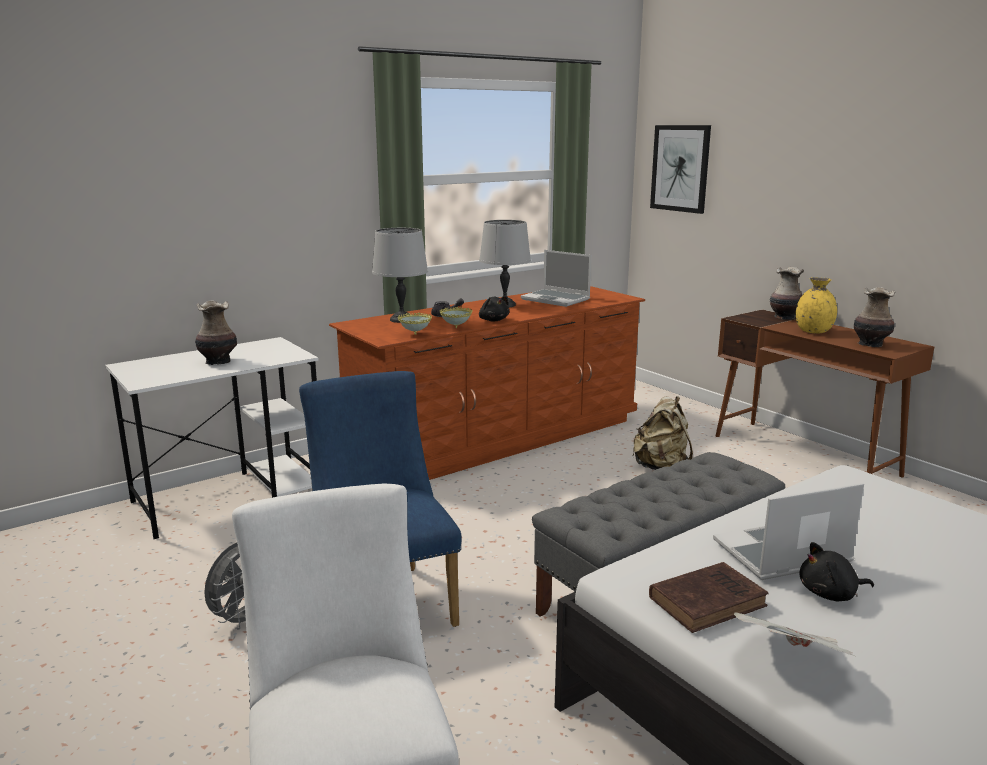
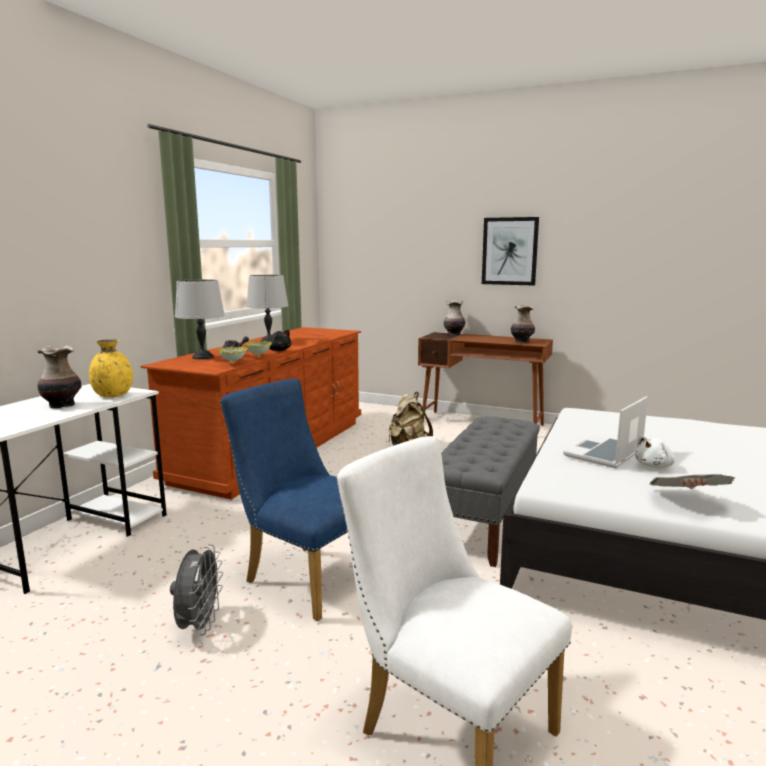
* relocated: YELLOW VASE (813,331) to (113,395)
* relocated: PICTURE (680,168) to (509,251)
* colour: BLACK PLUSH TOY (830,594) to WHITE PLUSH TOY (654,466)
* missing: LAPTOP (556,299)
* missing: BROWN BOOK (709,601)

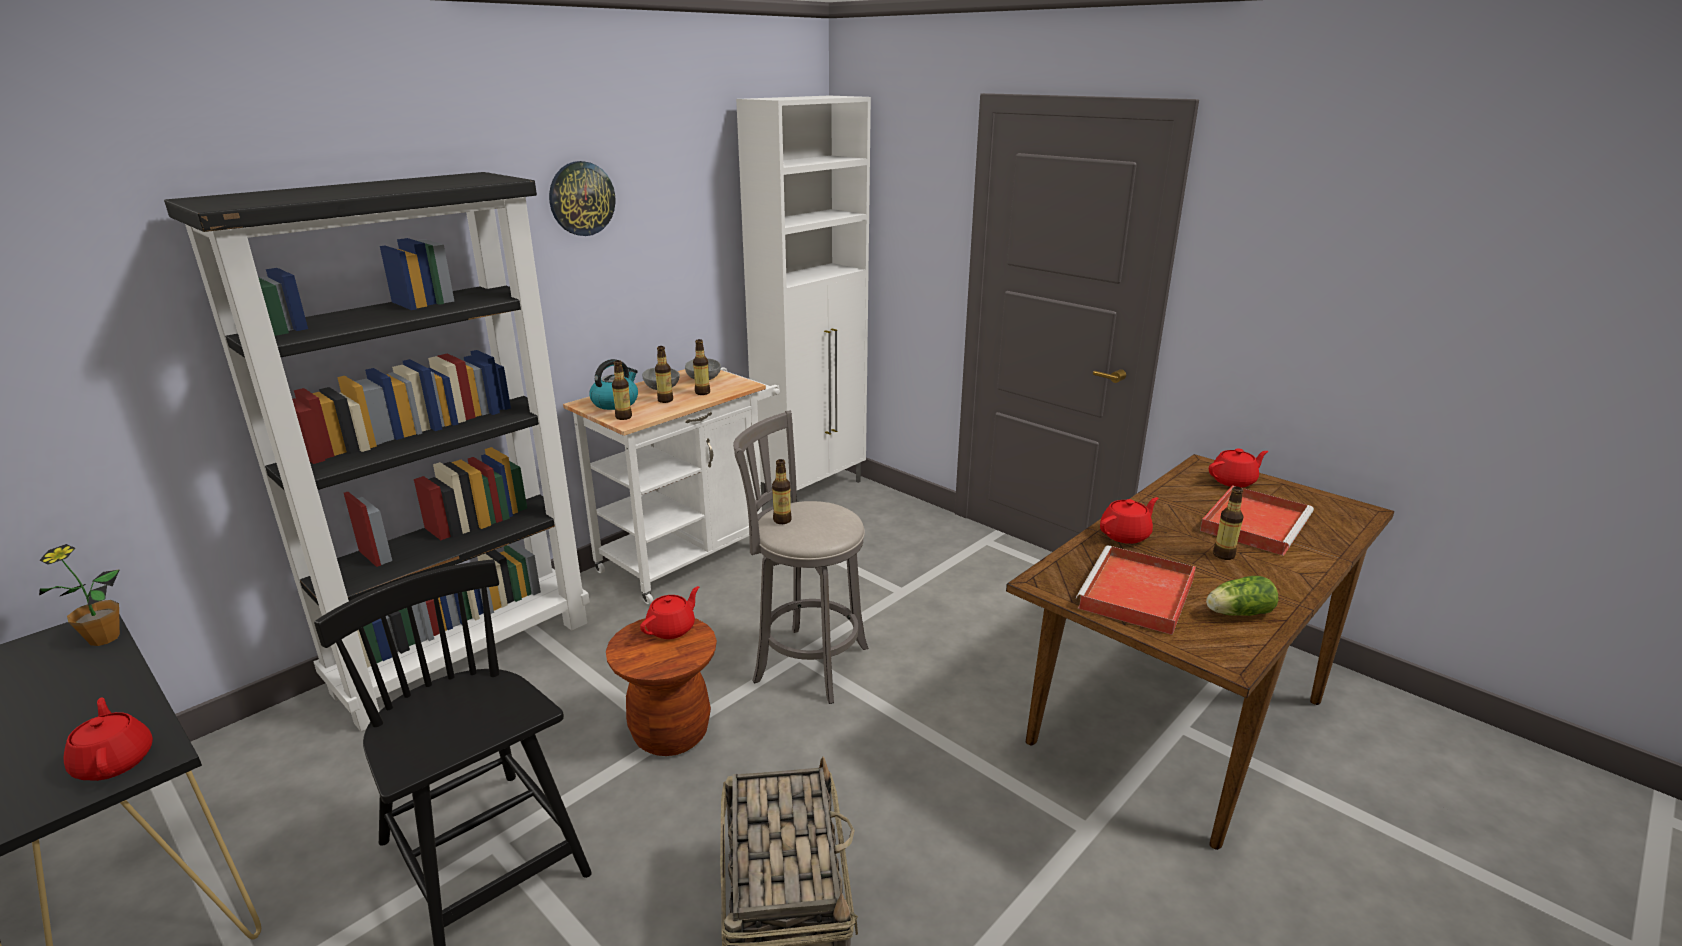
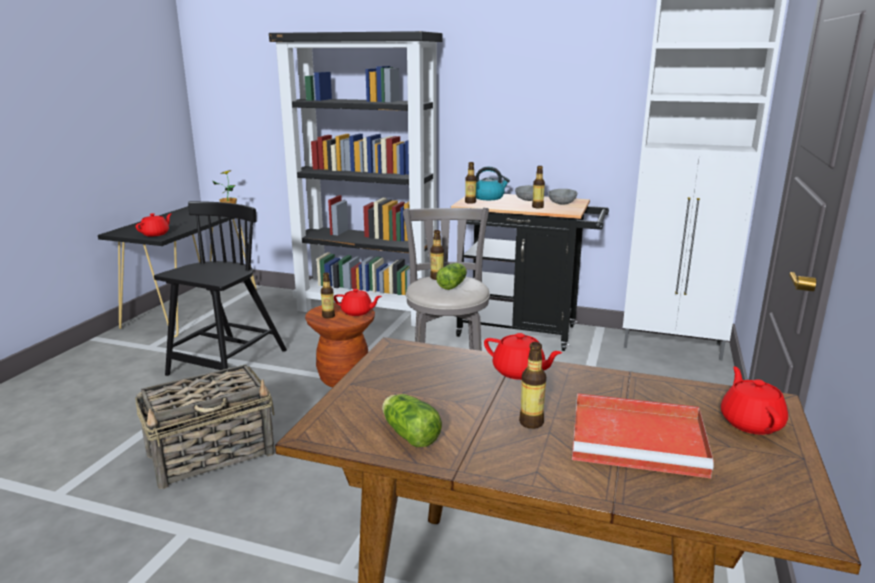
* relocated: BOTTLE (665,400) to (328,316)
* appeared: LETTUCE (453,285)
* colour: WHITE CART (690,555) to BLACK CART (525,332)
* spun: RED TEAPOT (1234,481) = (750,422) 135 degrees counterclockwise
* missing: WALL CLOCK (581,198)
* missing: RED TRAY (1137,595)

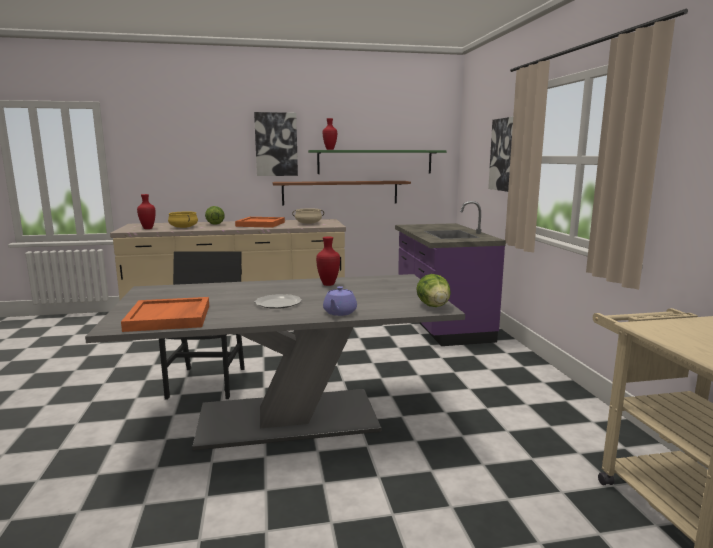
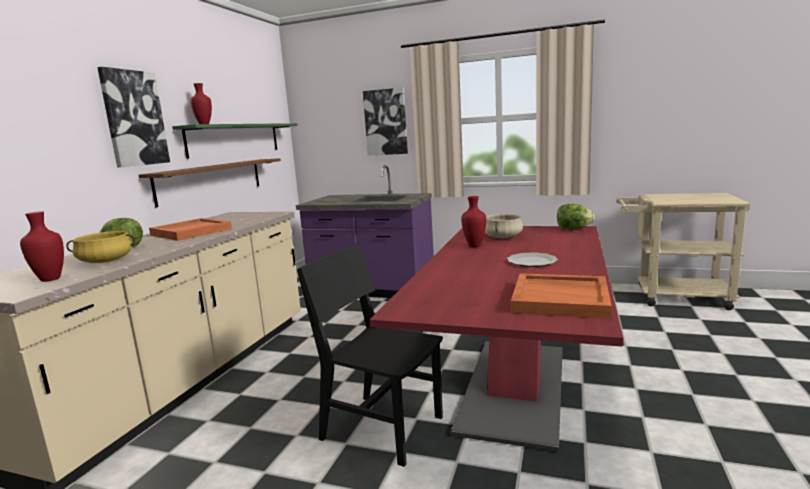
* colour: GREY DINING TABLE (287,419) to RED DINING TABLE (514,388)
* relocated: BEIGE COOKING POT (308,223) to (502,237)
* missing: PURPLE TEAPOT (339,312)

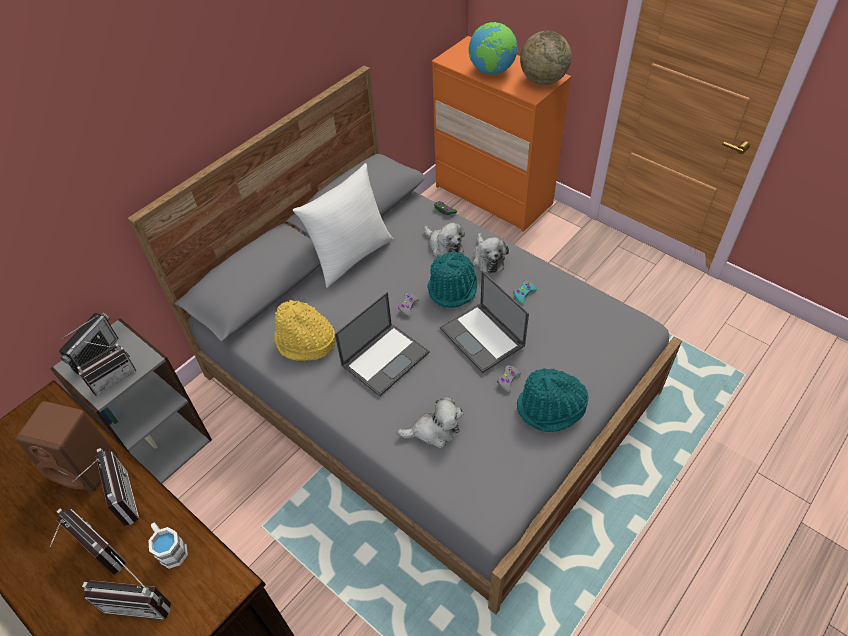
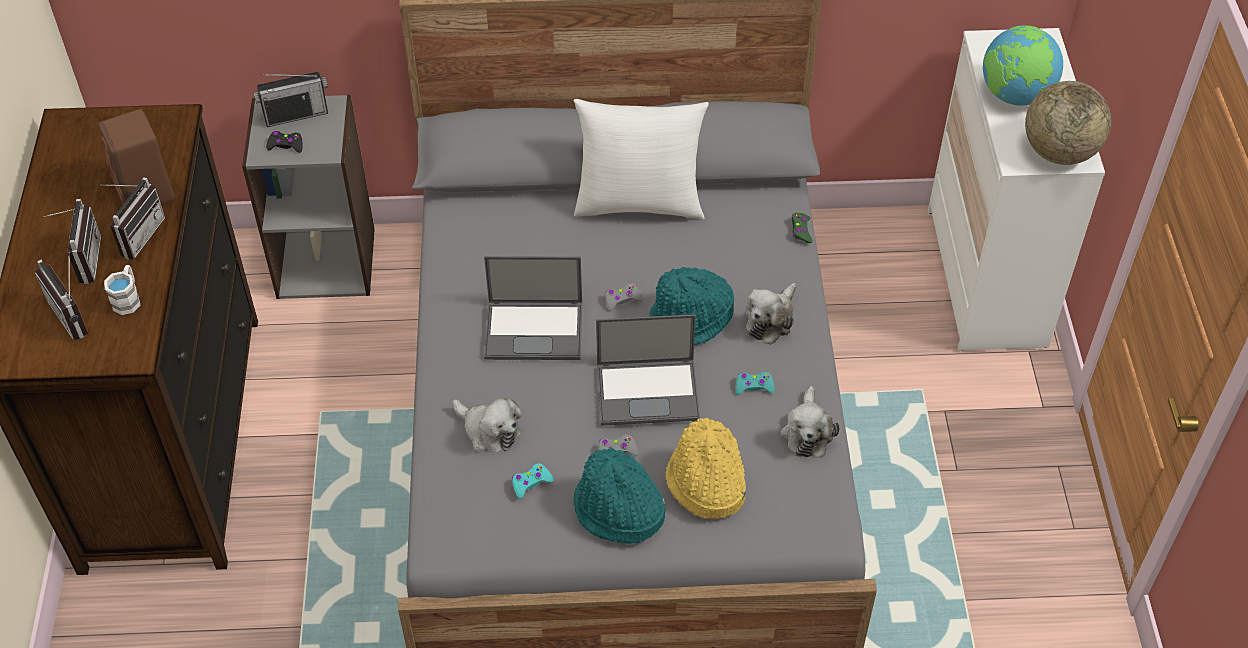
* exchanged: RADIO (112,377) to BLACK GAME CONTROLLER (286,145)
* appeared: TURQUOISE GAME CONTROLLER (531,483)
* spun: LAPTOP (483,337) = (649,391) 105 degrees counterclockwise
* relocated: YELLOW HAT (305,342) to (705,483)
* relocated: PLUSH TOY (444,246) to (807,432)
* colour: ORANGE DRESSER (493,195) to WHITE DRESSER (985,277)

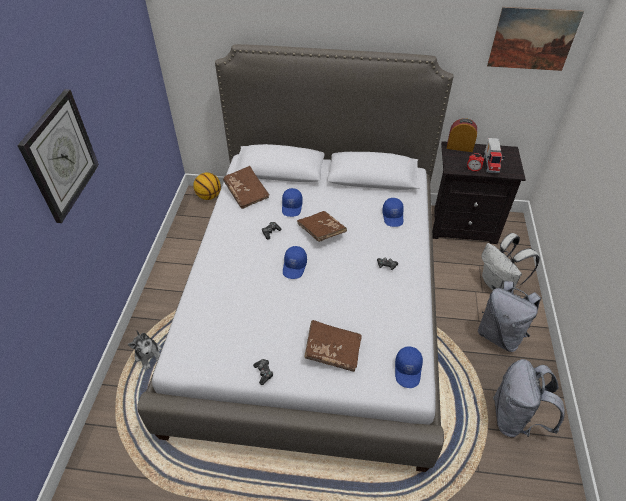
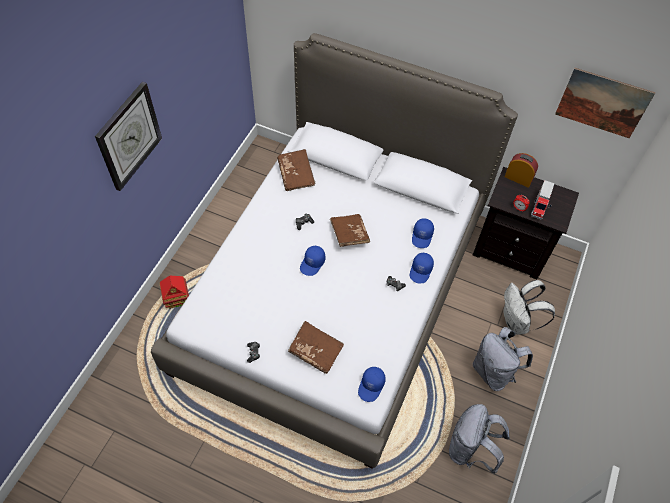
* exchanged: PLUSH TOY (149,355) to TOY HOUSE (177,299)
* relocated: BLUE CAP (292,207) to (421,271)
* missing: BASKETBALL (209,196)

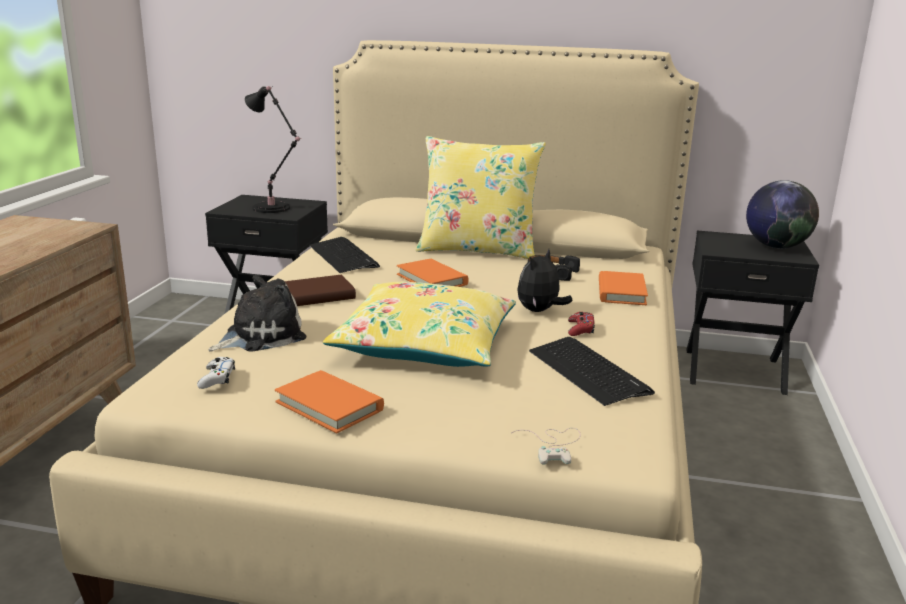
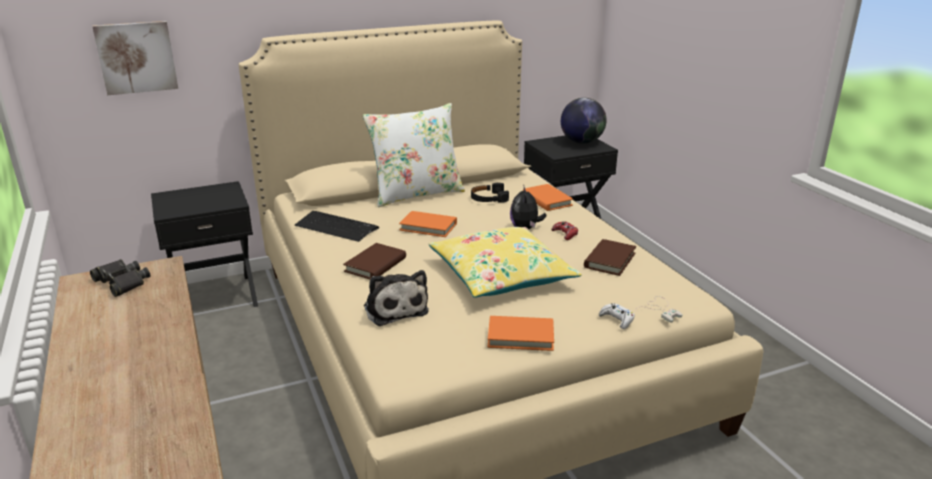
* appeared: BLACK BINOCULARS (121,282)
* appeared: PICTURE (136,57)
* colour: YELLOW PILLOW (477,250) to WHITE PILLOW (416,194)
* spun: PLUSH TOY (260,336) = (395,308) 135 degrees clockwise
* exchanged: KEYBOARD (588,372) to BROWN BOOK (609,260)
* relocated: WHITE GAME CONTROLLER (217,378) to (617,319)
* missing: BLACK TABLE LAMP (273,208)

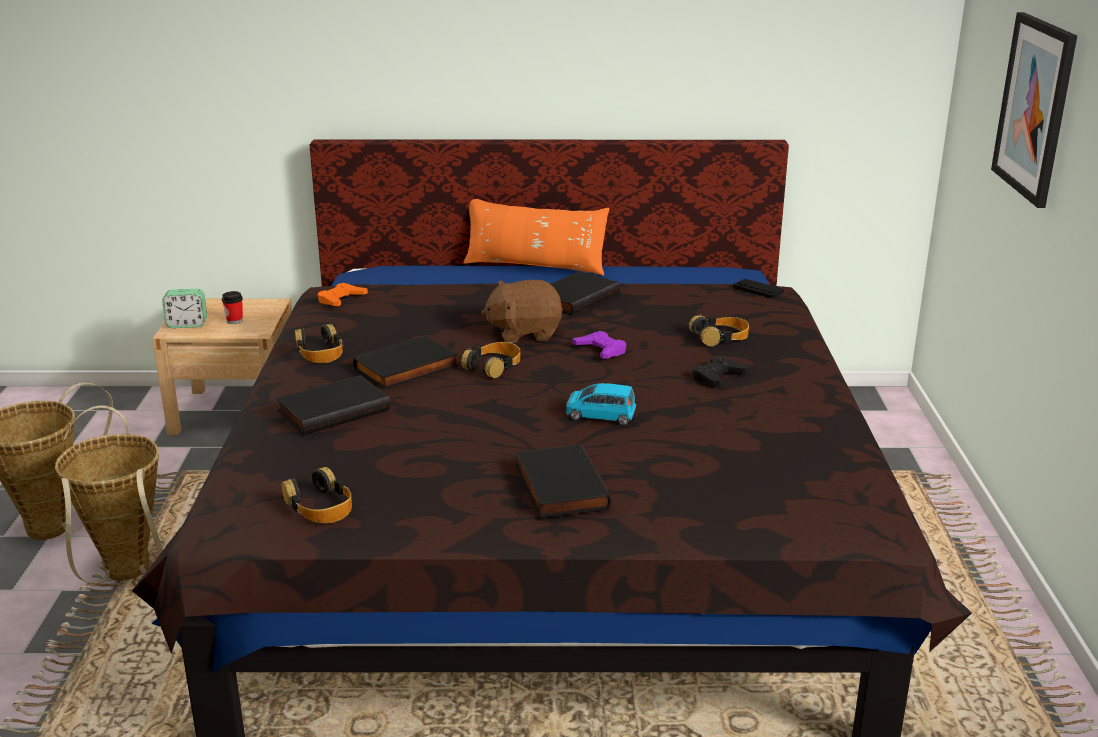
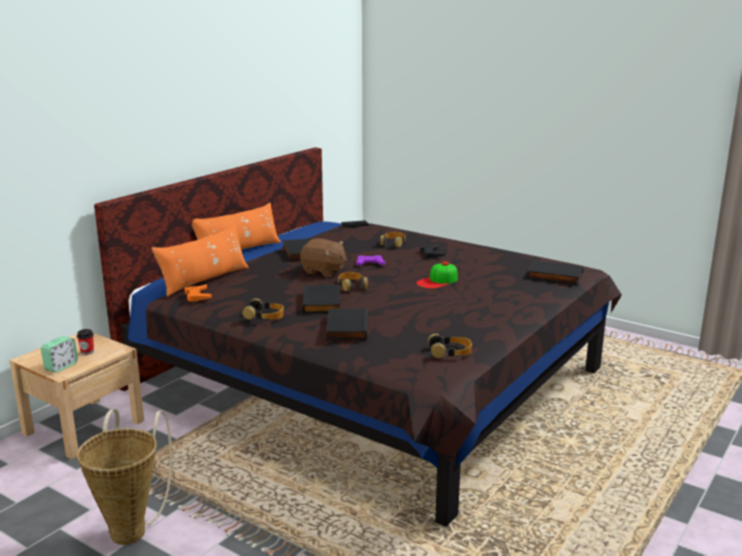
* appeared: ORANGE PILLOW (204,280)
* spun: BROWN PLUSH TOY (524,333) = (323,271) 90 degrees counterclockwise
* exchanged: BLUE TOY CAR (600,416) to CAP (438,281)
* relocated: BLACK BOOK (558,487) to (554,276)
* missing: BASKET (127,576)
* missing: PICTURE (1034,108)

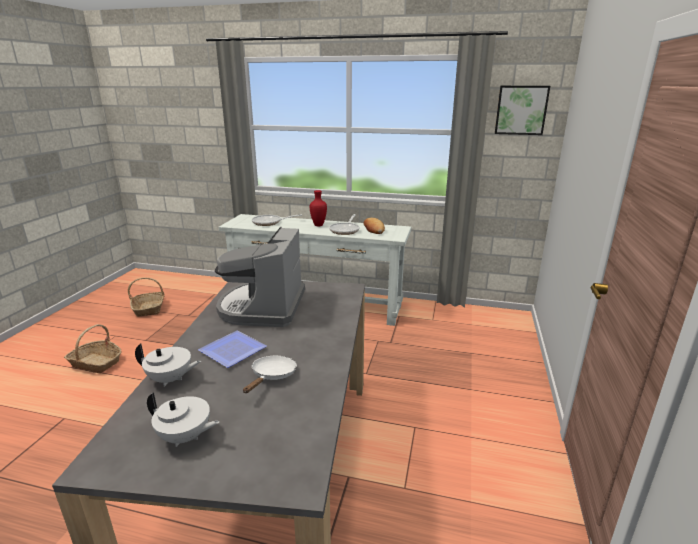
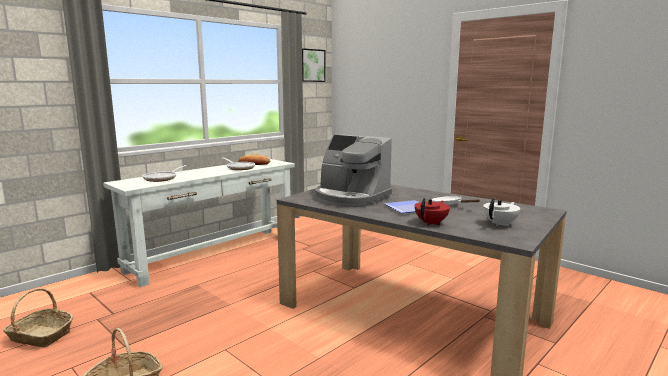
* colour: WHITE TEAPOT (170,379) to RED TEAPOT (431,223)
* missing: RED VASE (318,225)

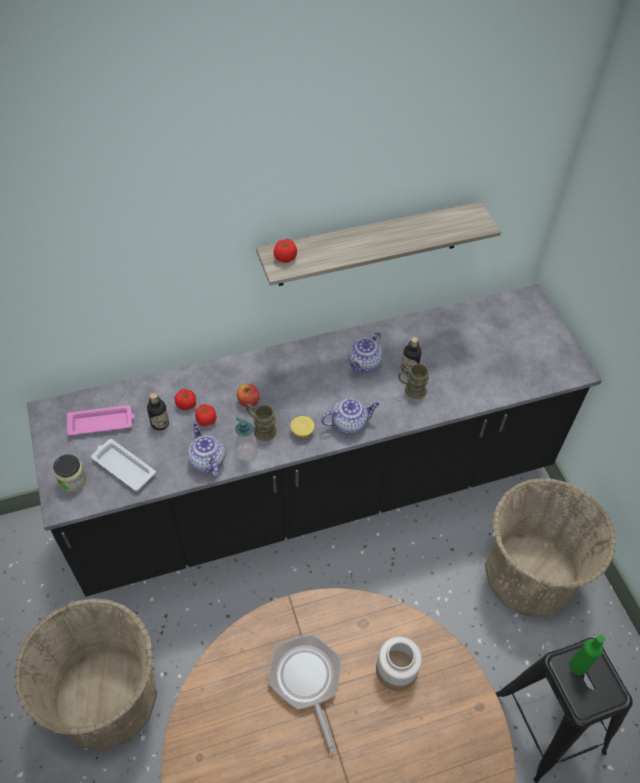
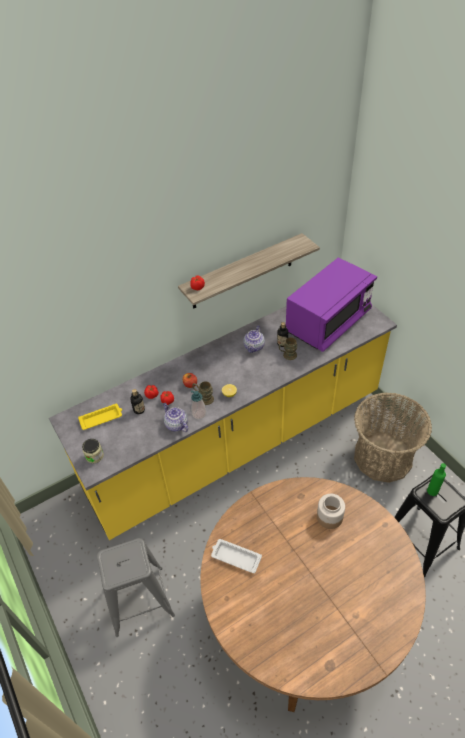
* colour: BLACK COUNTER (316,491) to YELLOW COUNTER (236,441)
* colour: PINK TRAY (102,423) to YELLOW TRAY (102,418)
* exchanged: BASKET (105,697) to GREY STOOL (140,600)
* relocated: WHITE TRAY (123,466) to (235,557)
* appeared: PURPLE MICROWAVE (328,322)
* missing: FRYING PAN (307,681)
* missing: TEAPOT (349,423)

